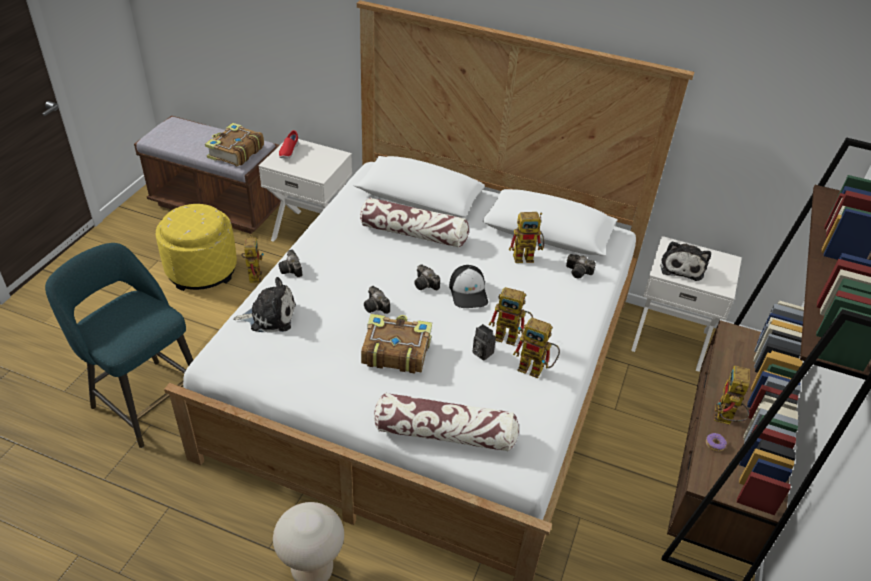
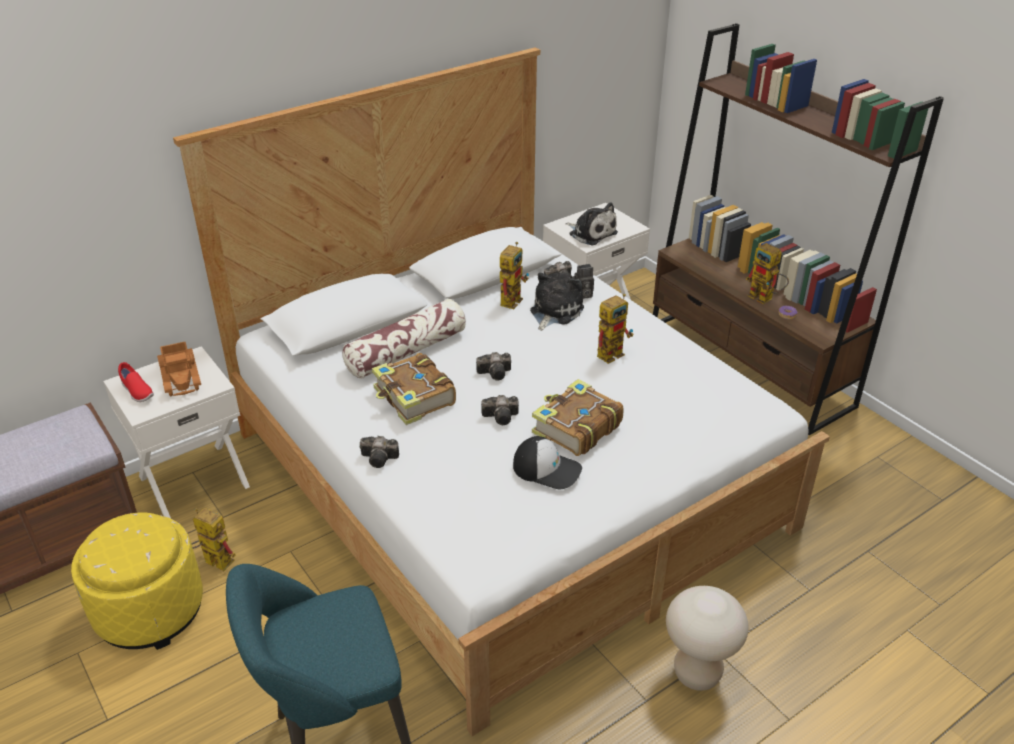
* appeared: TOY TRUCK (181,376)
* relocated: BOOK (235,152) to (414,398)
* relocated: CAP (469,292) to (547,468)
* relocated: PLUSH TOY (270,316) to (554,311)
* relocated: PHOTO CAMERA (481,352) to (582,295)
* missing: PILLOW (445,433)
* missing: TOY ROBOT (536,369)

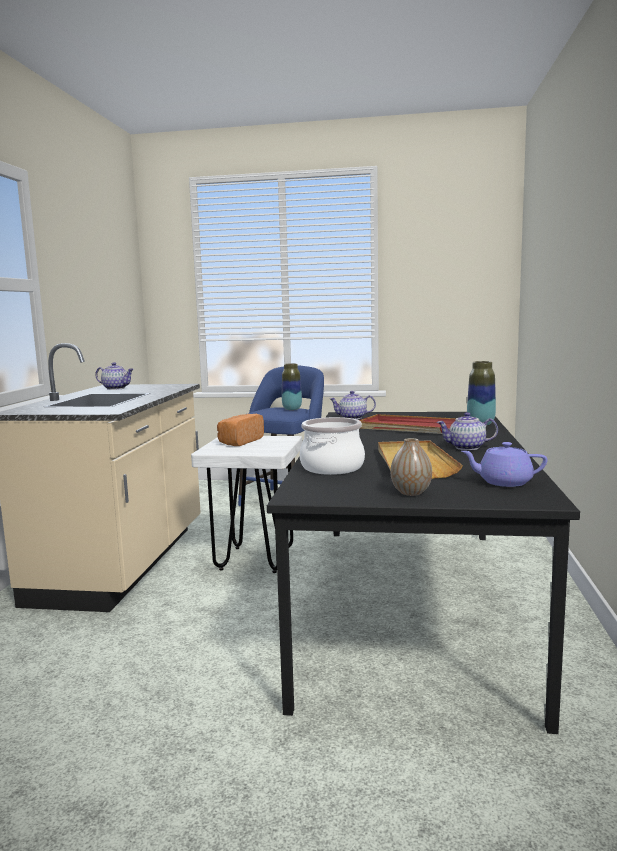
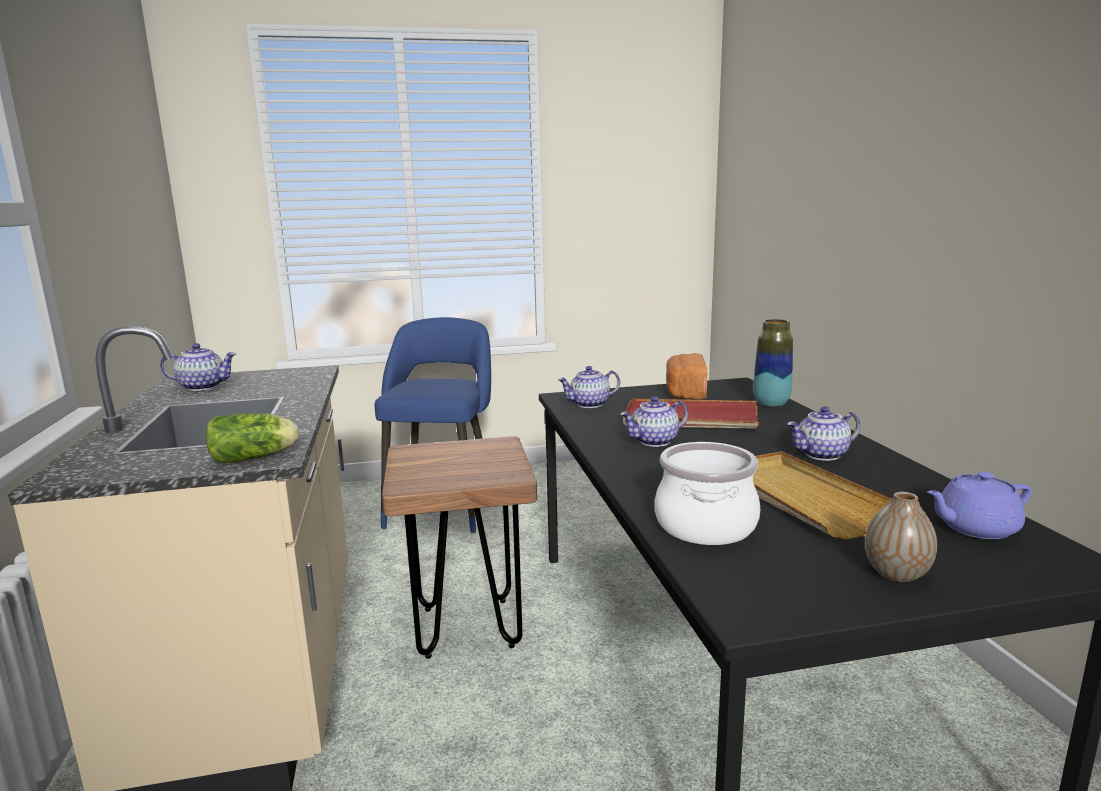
* appeared: LETTUCE (256,457)
* colour: WHITE STOOL (254,559) to BROWN STOOL (467,627)
* appeared: TEAPOT (654,442)
* relocated: BREAD (239,441) to (685,392)
* missing: VASE (292,409)

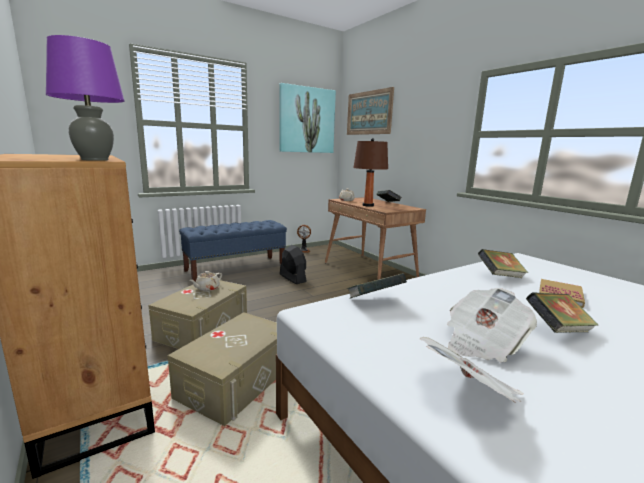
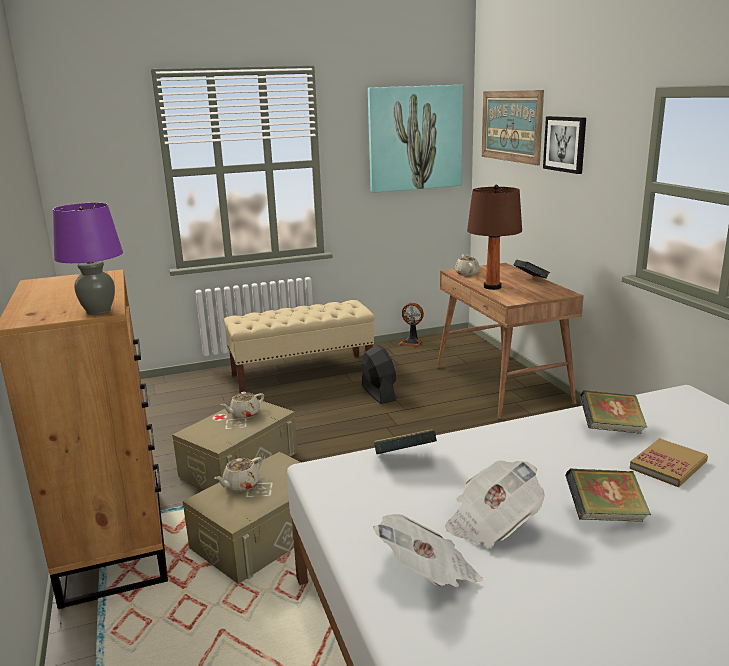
* appeared: BEIGE TEAPOT (241,485)
* colour: BLUE BENCH (236,268) to BEIGE BENCH (303,373)
* appeared: PICTURE (565,144)

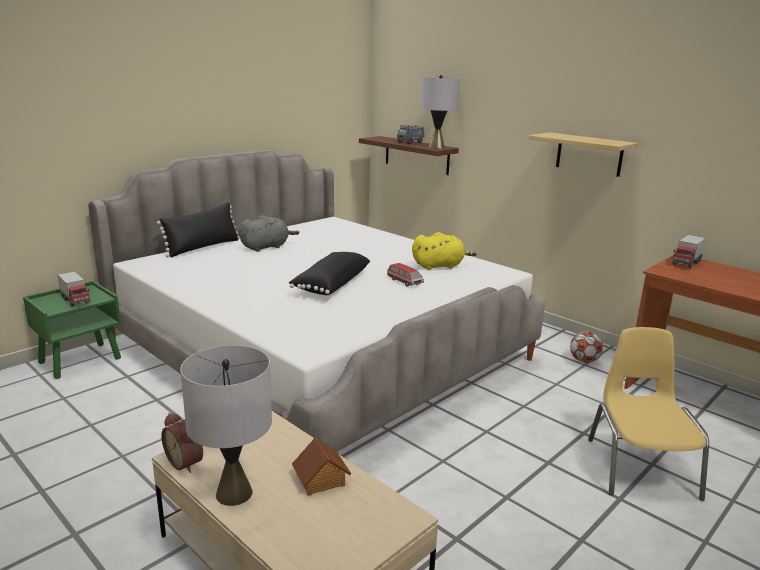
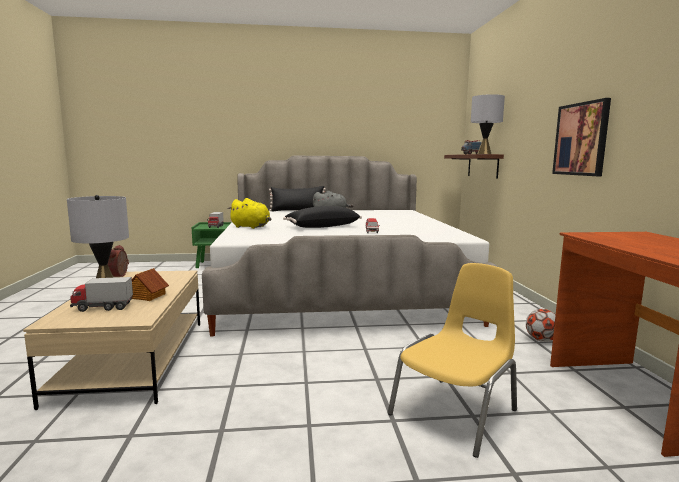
* relocated: TOY TRUCK (686,263) to (103,307)
* relocated: YELLOW PLUSH TOY (439,266) to (251,227)
* exchanged: SHELF (589,154) to PICTURE (581,139)

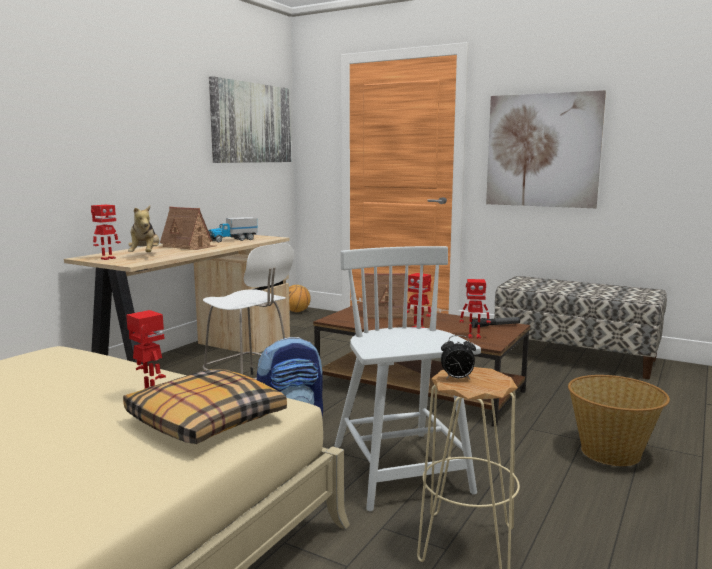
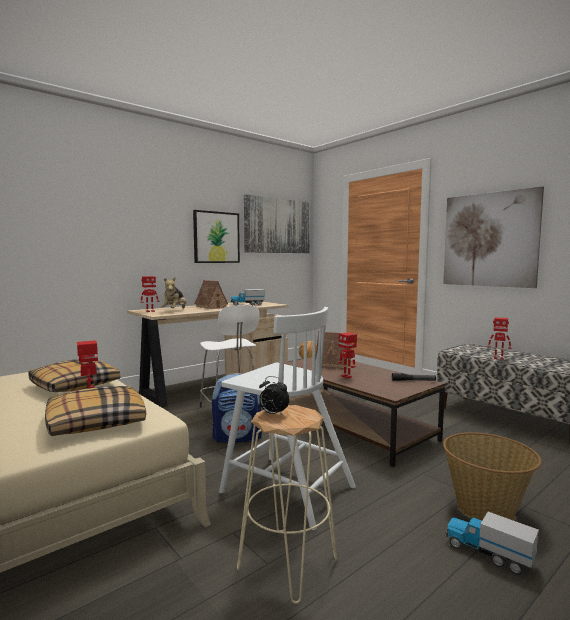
* appeared: PILLOW (74,386)
* appeared: PICTURE (216,237)
* spun: WHITE CHAIR (401,470) = (285,488) 120 degrees clockwise
* appeared: TOY TRUCK (488,553)
* relocated: TOY ROBOT (474,336) to (498,358)

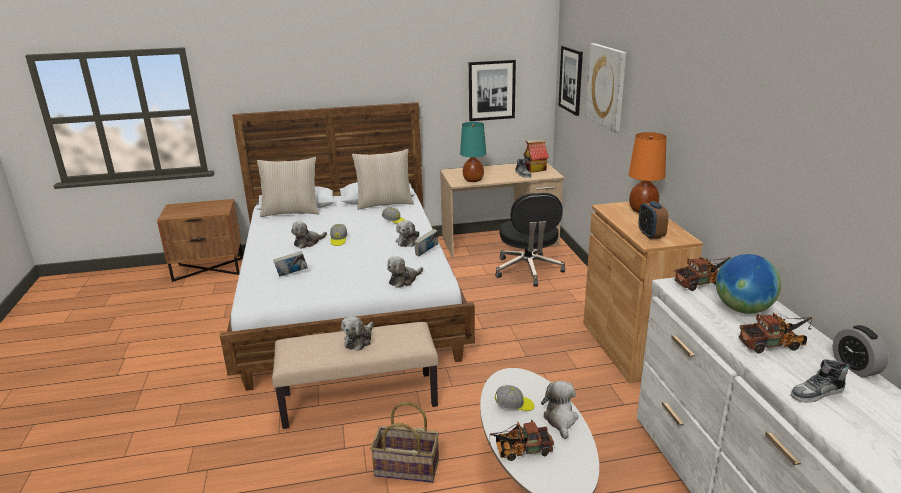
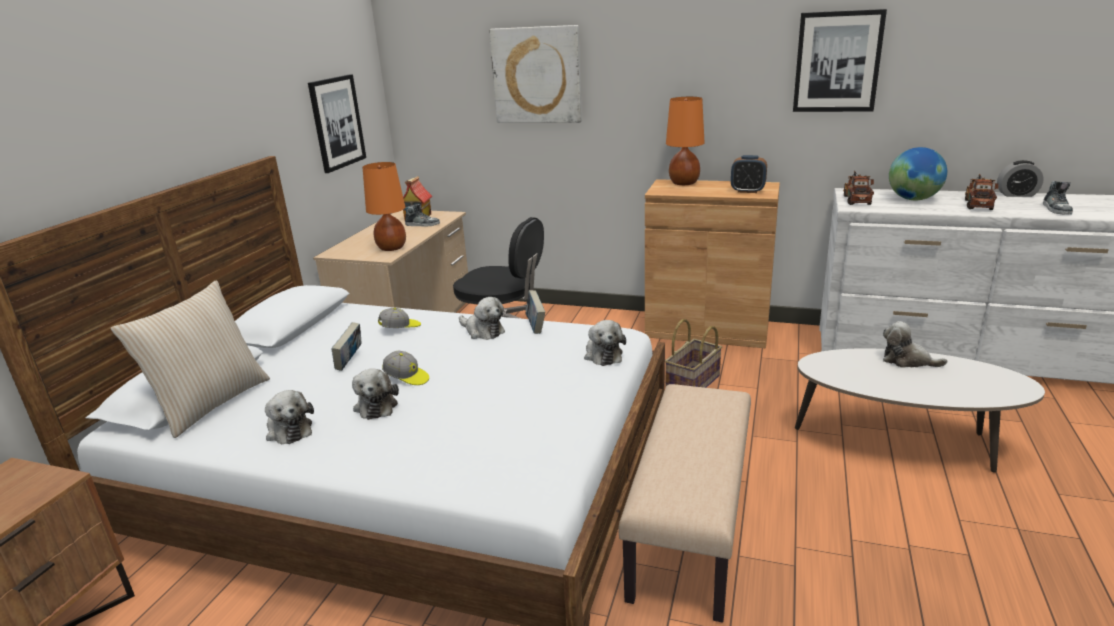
* relocated: PLUSH TOY (359,340) to (288,429)
* relocated: BOOK (292,274) to (350,362)
* colour: TURQUOISE TABLE LAMP (473,180) to ORANGE TABLE LAMP (392,248)
* relocated: BASKET (406,469) to (693,384)
* relocated: PICTURE (571,80) to (837,62)
* missing: BEIGE PILLOW (384,204)
* missing: TOY TRUCK (520,451)
* missing: CAP (514,406)

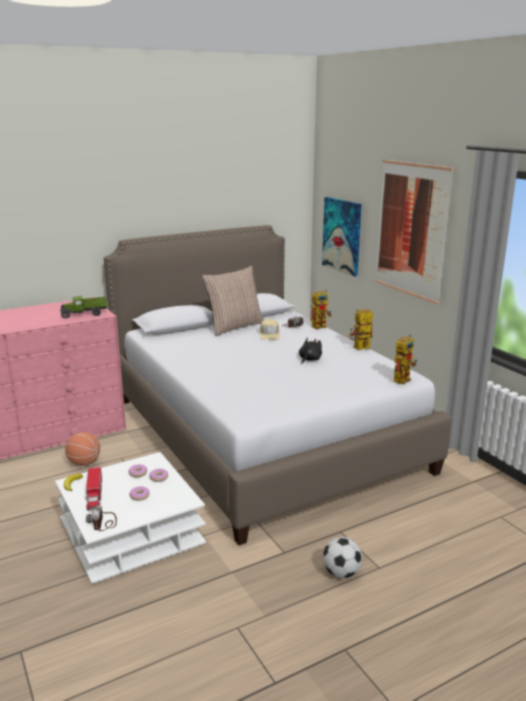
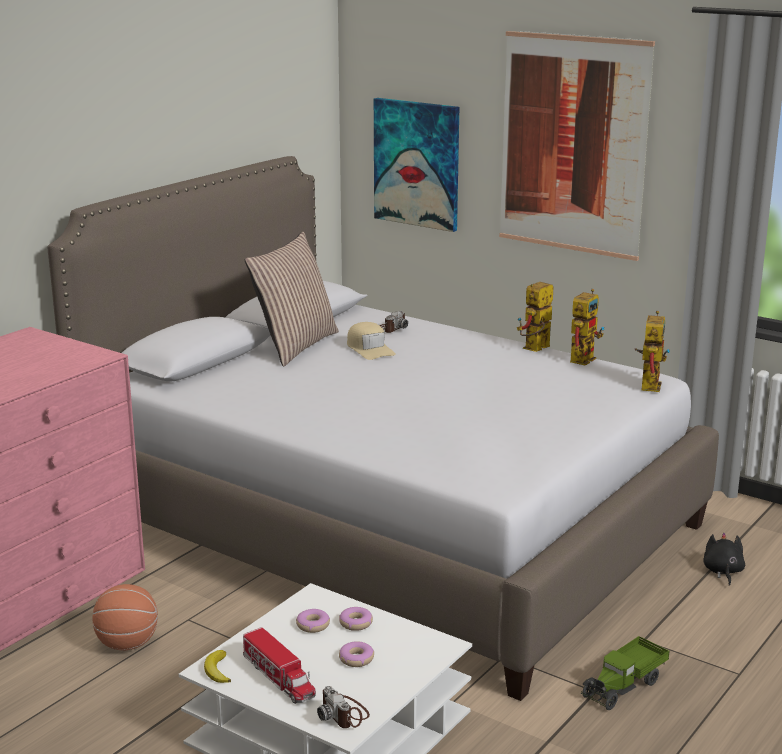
* relocated: TOY ROBOT (320,326) to (583,358)
* relocated: TOY TRUCK (85,314) to (624,686)
* relocated: BLACK PLUSH TOY (309,359) to (722,572)
* missing: FOOTBALL (341,573)

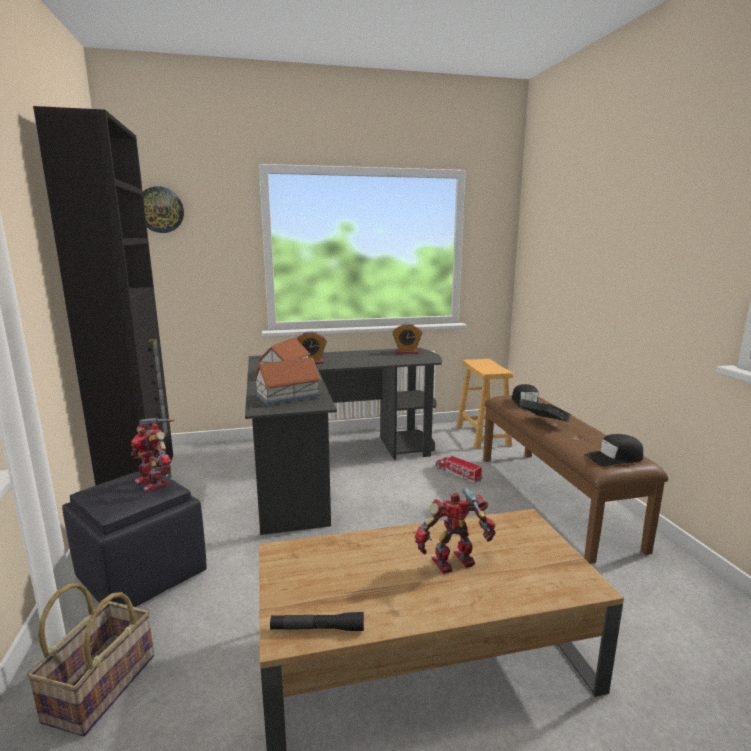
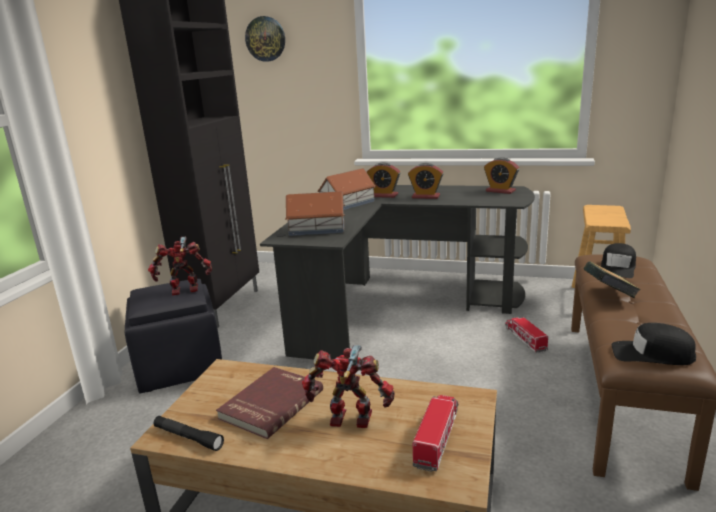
* spun: TOY ROBOT (154,481) = (185,291) 90 degrees clockwise
* appeared: RED BOOK (270,404)
* appeared: ALARM CLOCK (425,196)
* appeared: TOY TRUCK (437,436)
* missing: BASKET (100,686)

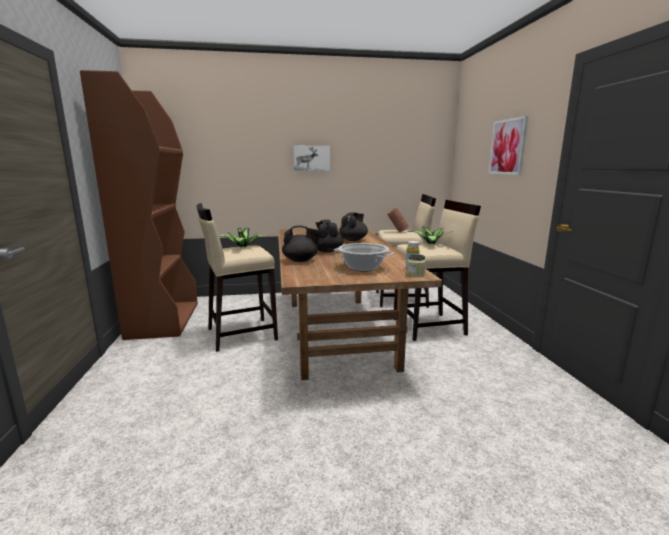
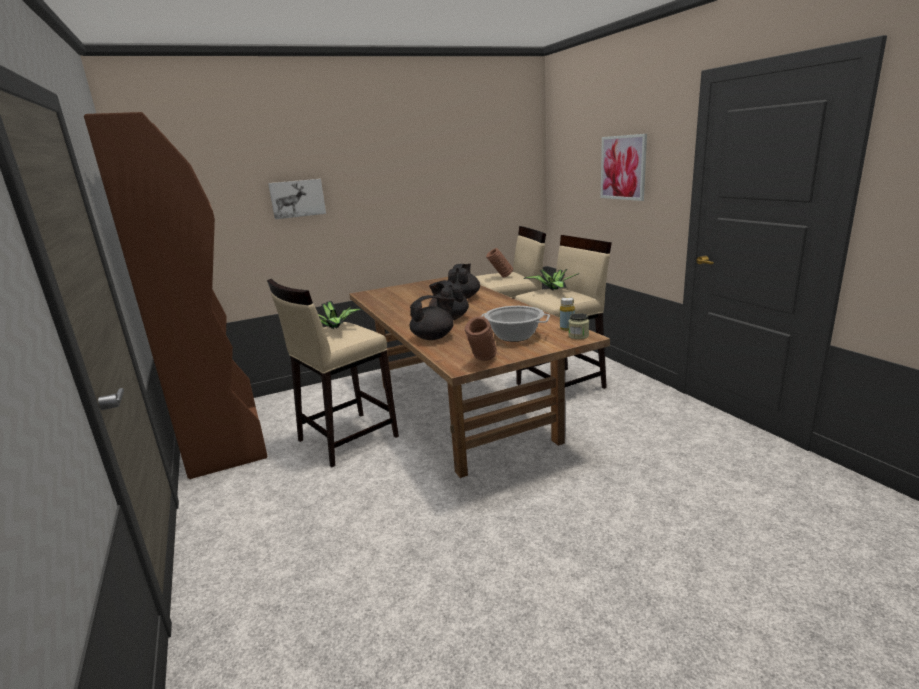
* relocated: PICTURE (311,158) to (297,198)
* appeared: BROWN VASE (482,362)

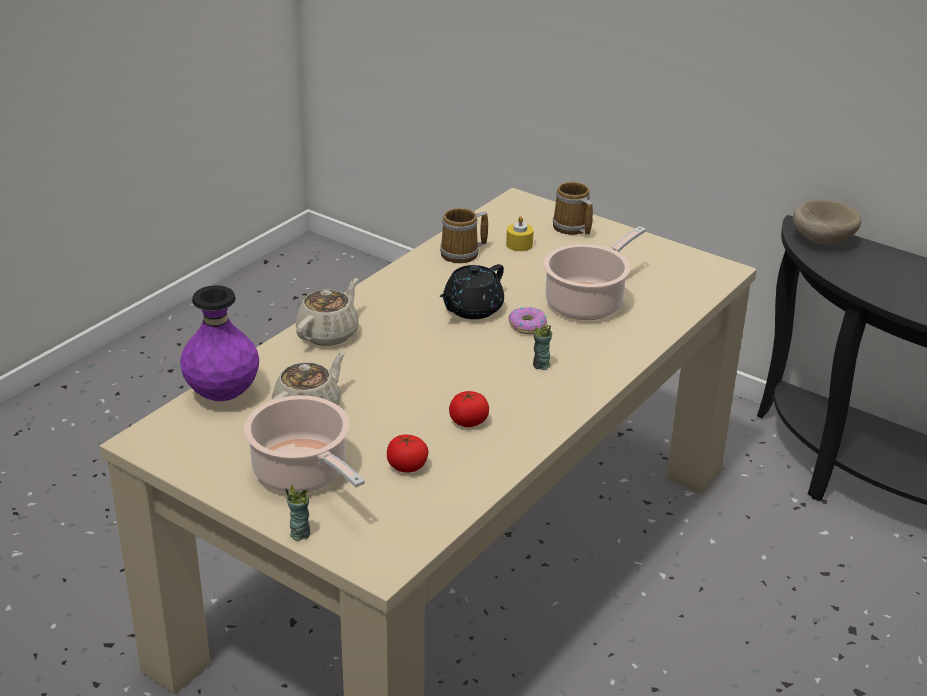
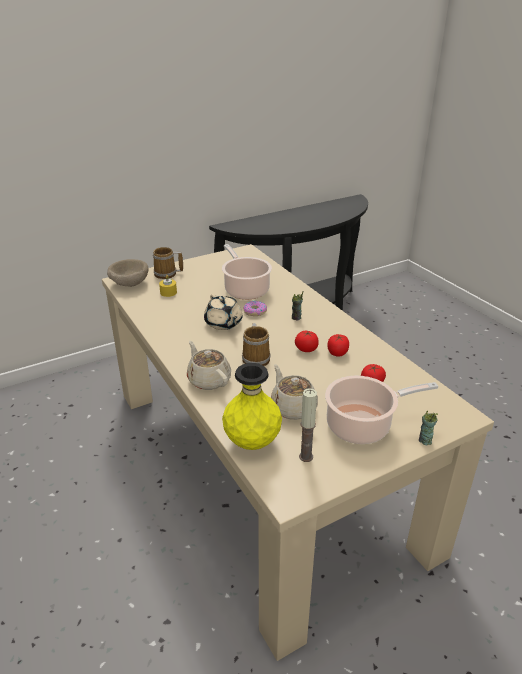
* relocated: BEIGE BOWL (821,239) to (129,284)
* colour: BLACK TEAPOT (471,309) to BEIGE TEAPOT (223,323)
* colour: PURPLE VASE (222,395) to YELLOW VASE (252,442)
* relocated: MUG (462,254) to (256,358)
* appeared: TOMATO (306,349)
* appeared: CANDLE (306,456)

